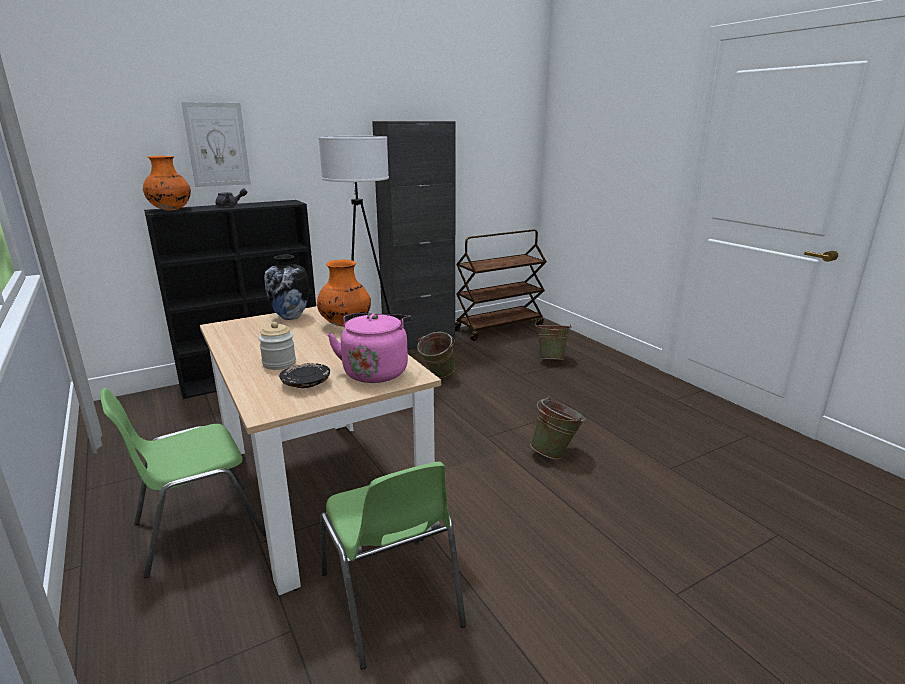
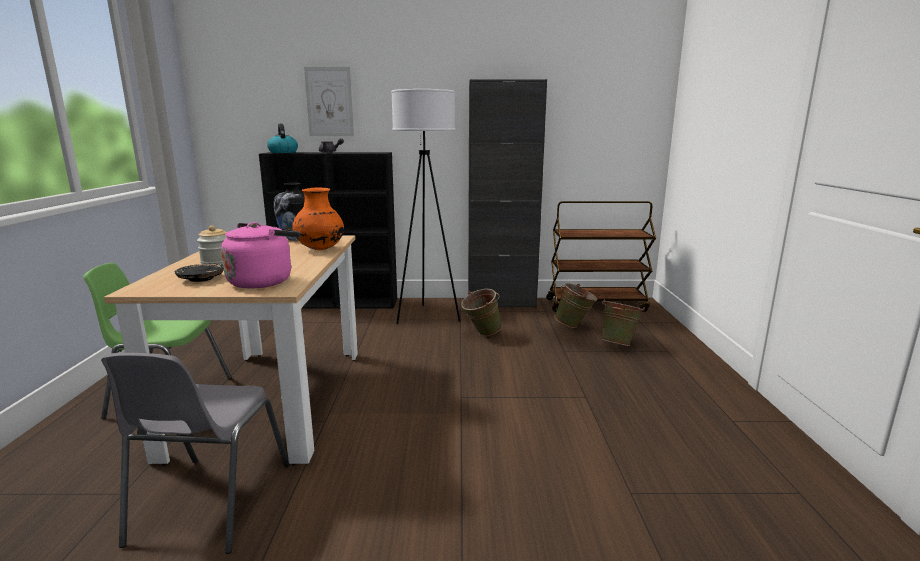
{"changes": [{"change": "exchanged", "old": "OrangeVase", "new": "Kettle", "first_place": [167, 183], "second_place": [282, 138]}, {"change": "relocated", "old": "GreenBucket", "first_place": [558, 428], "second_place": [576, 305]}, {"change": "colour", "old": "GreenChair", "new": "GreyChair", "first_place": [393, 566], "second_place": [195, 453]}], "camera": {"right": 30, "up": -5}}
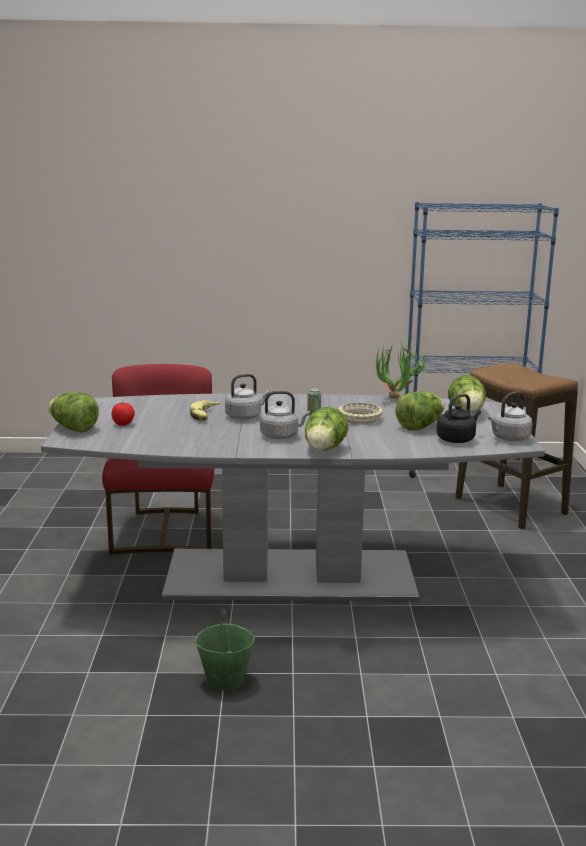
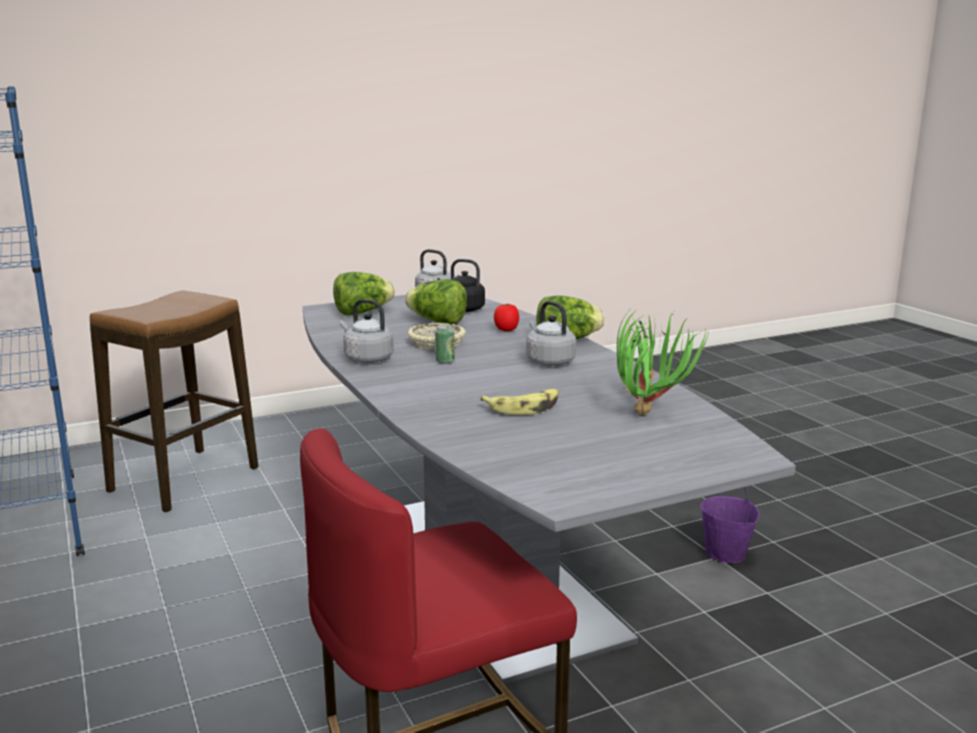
{"changes": [{"change": "relocated", "old": "PottedPlant", "first_place": [401, 369], "second_place": [663, 361]}, {"change": "relocated", "old": "GreyKettle", "first_place": [247, 397], "second_place": [367, 331]}, {"change": "missing", "old": "Lettuce", "first_place": [73, 412]}, {"change": "relocated", "old": "Tomato", "first_place": [123, 414], "second_place": [506, 317]}, {"change": "colour", "old": "GreenBucket", "new": "PurpleBucket", "first_place": [224, 649], "second_place": [729, 525]}], "camera": {"right": -115, "up": 0}}
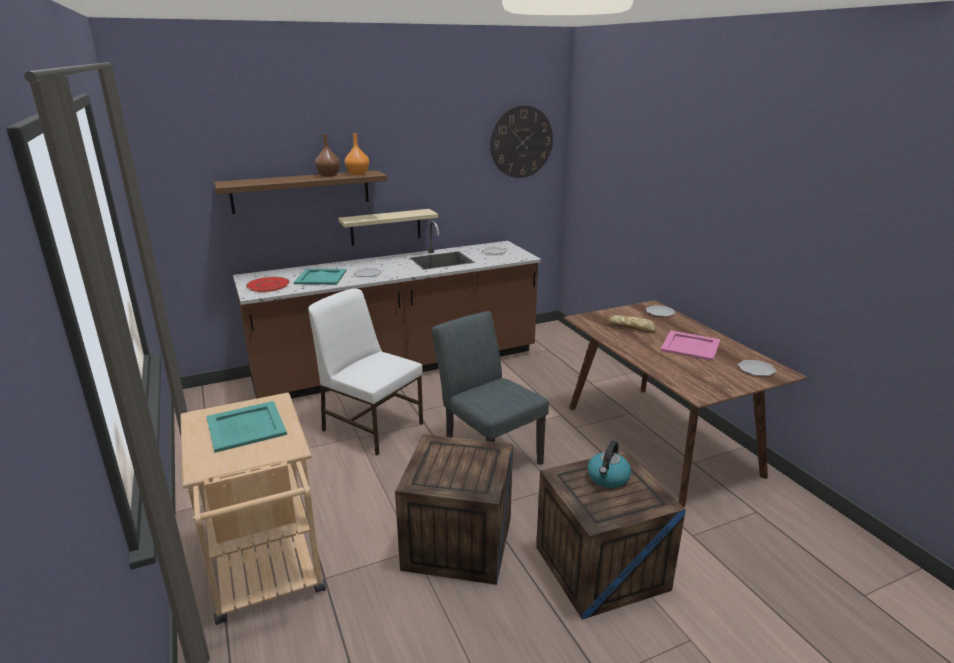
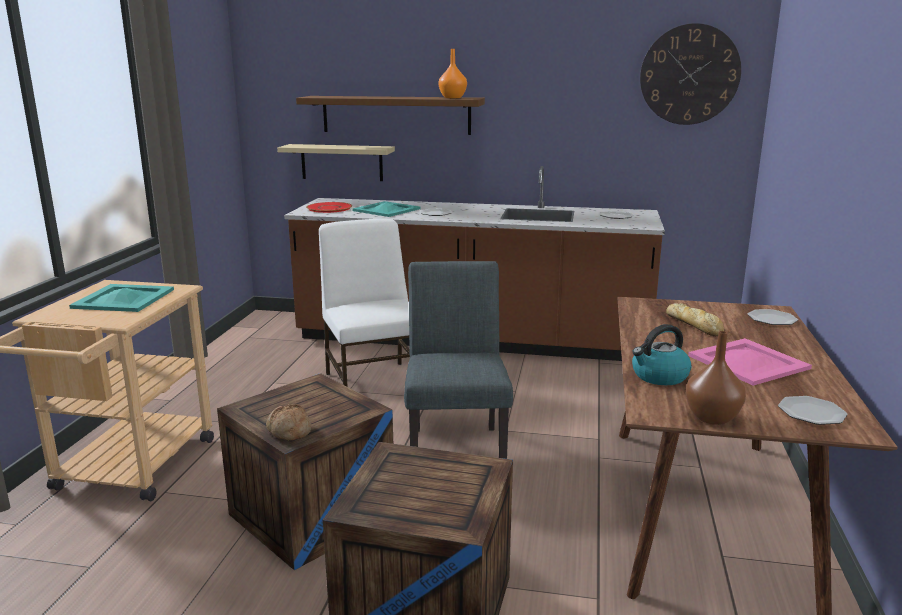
{"changes": [{"change": "relocated", "old": "BrownVase", "first_place": [327, 155], "second_place": [716, 378]}, {"change": "relocated", "old": "BeigeShelf", "first_place": [388, 227], "second_place": [336, 162]}, {"change": "relocated", "old": "Kettle", "first_place": [609, 464], "second_place": [662, 354]}, {"change": "appeared", "new": "Bread", "second_place": [288, 422]}], "camera": {"right": 35, "up": -5}}
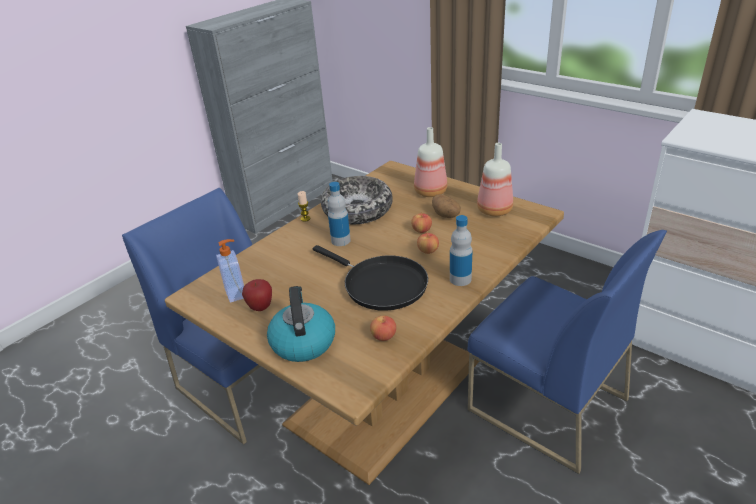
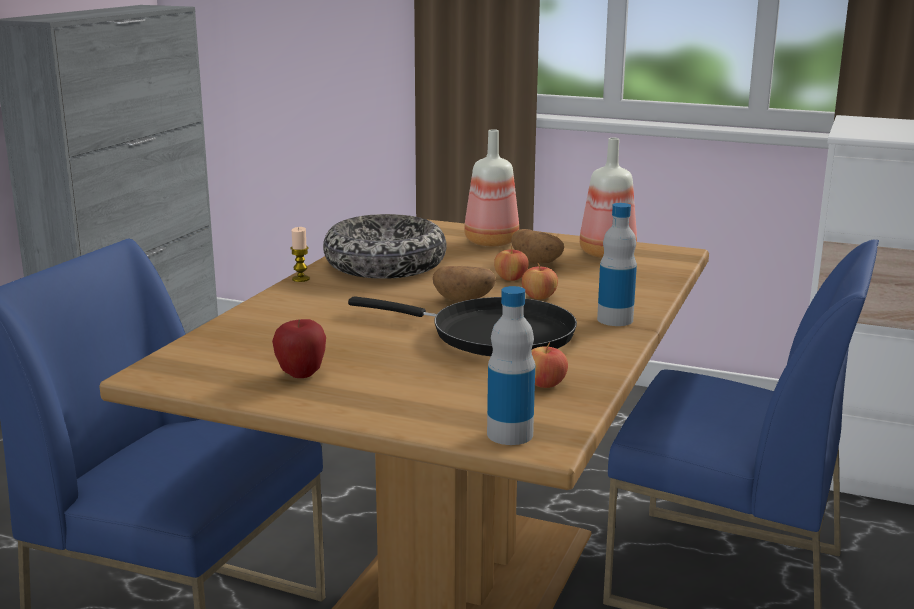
{"changes": [{"change": "relocated", "old": "Bottle", "first_place": [339, 214], "second_place": [511, 365]}, {"change": "missing", "old": "SoapDispenser", "first_place": [230, 271]}, {"change": "missing", "old": "Kettle", "first_place": [301, 324]}, {"change": "appeared", "new": "Potato", "second_place": [464, 284]}], "camera": {"right": -20, "up": -15}}
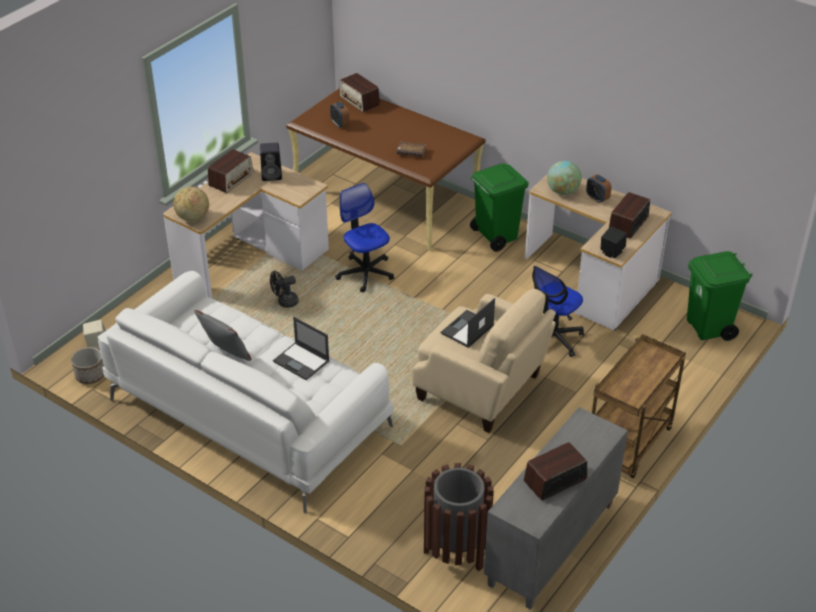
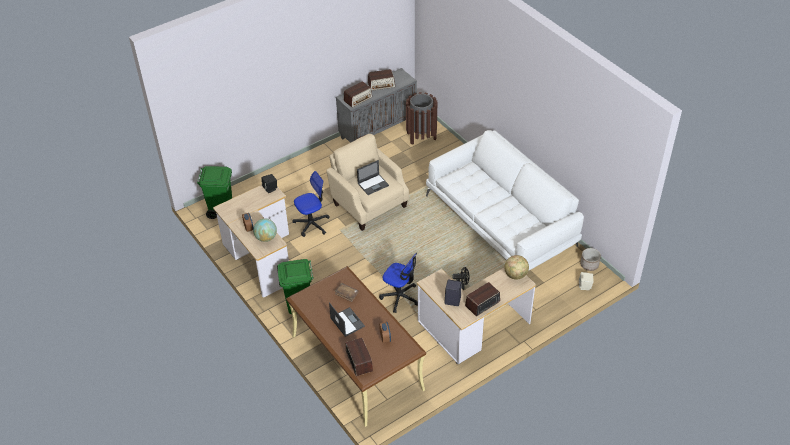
{"changes": [{"change": "spun", "old": "OfficeChair", "first_place": [364, 237], "second_place": [398, 283], "degrees": -45}, {"change": "relocated", "old": "Radio", "first_place": [629, 215], "second_place": [358, 94]}, {"change": "missing", "old": "GreyPillow", "first_place": [222, 335]}, {"change": "relocated", "old": "Laptop", "first_place": [301, 348], "second_place": [347, 319]}, {"change": "missing", "old": "BrownCart", "first_place": [639, 406]}], "camera": {"right": -160, "up": 5}}
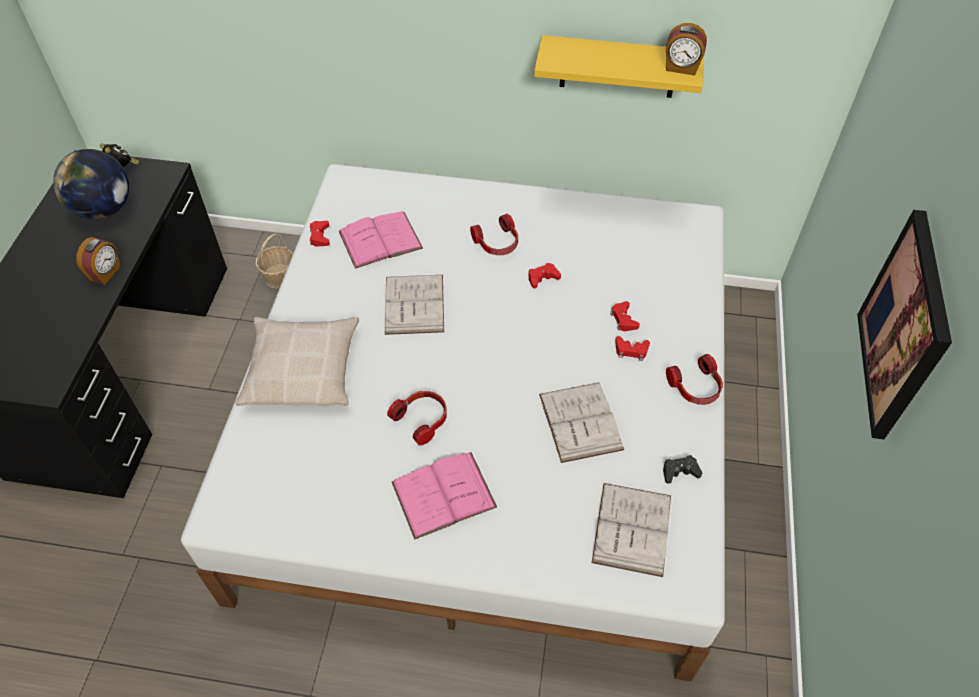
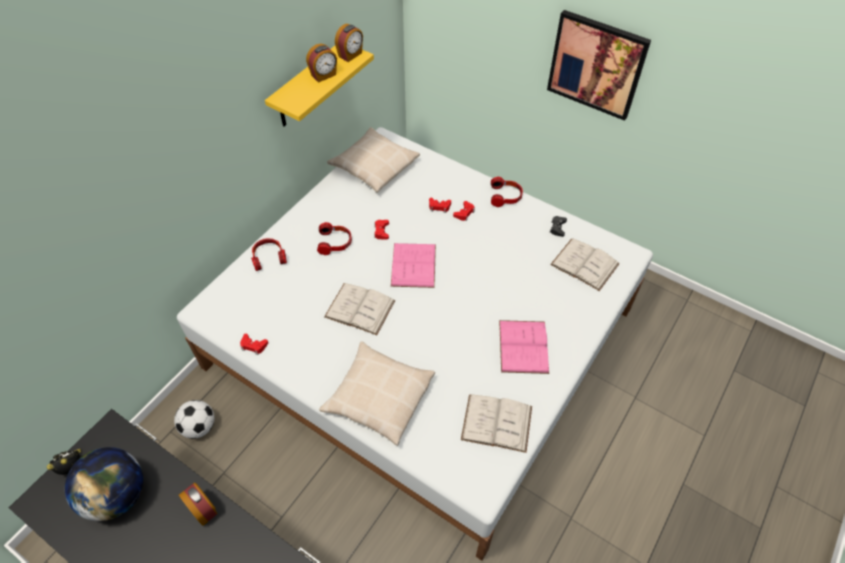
{"changes": [{"change": "relocated", "old": "PinkBook", "first_place": [381, 240], "second_place": [413, 265]}, {"change": "exchanged", "old": "Basket", "new": "Football", "first_place": [274, 261], "second_place": [194, 419]}, {"change": "relocated", "old": "WhiteBook", "first_place": [581, 423], "second_place": [496, 423]}, {"change": "relocated", "old": "Headphones", "first_place": [417, 418], "second_place": [269, 254]}, {"change": "appeared", "new": "AlarmClock", "second_place": [321, 63]}, {"change": "appeared", "new": "BeigePillow", "second_place": [373, 160]}], "camera": {"right": -65, "up": 0}}
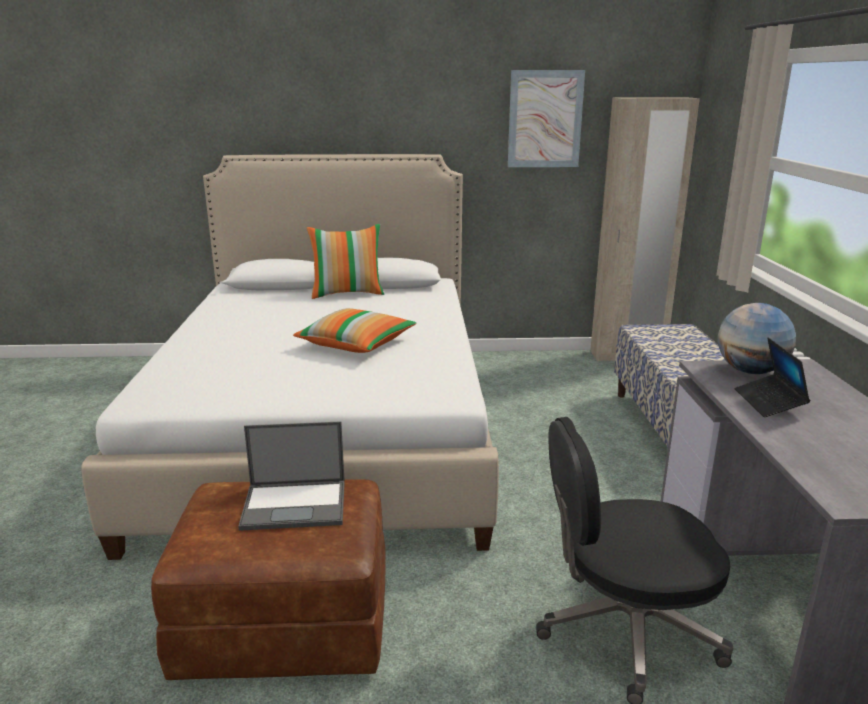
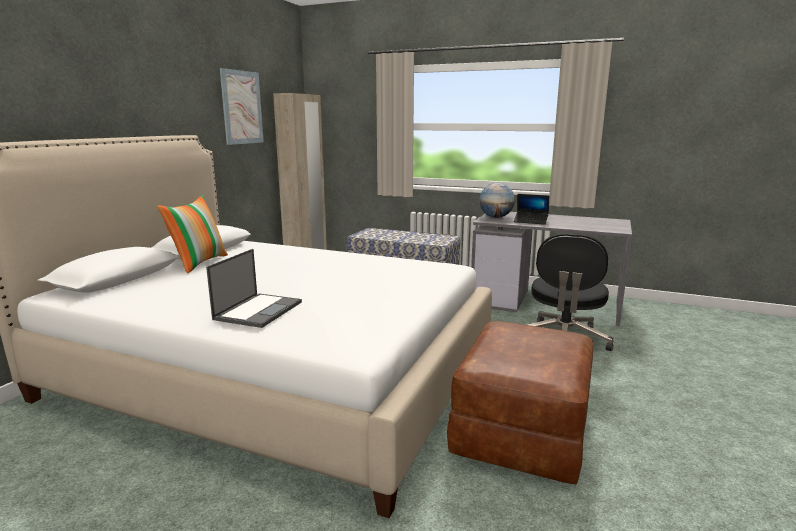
{"changes": [{"change": "missing", "old": "Pillow", "first_place": [354, 330]}, {"change": "relocated", "old": "Laptop", "first_place": [291, 476], "second_place": [254, 288]}], "camera": {"right": -65, "up": -5}}
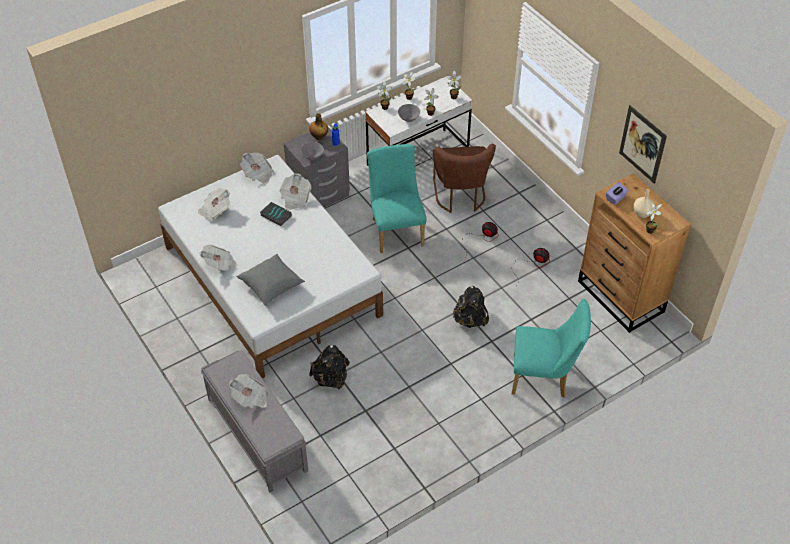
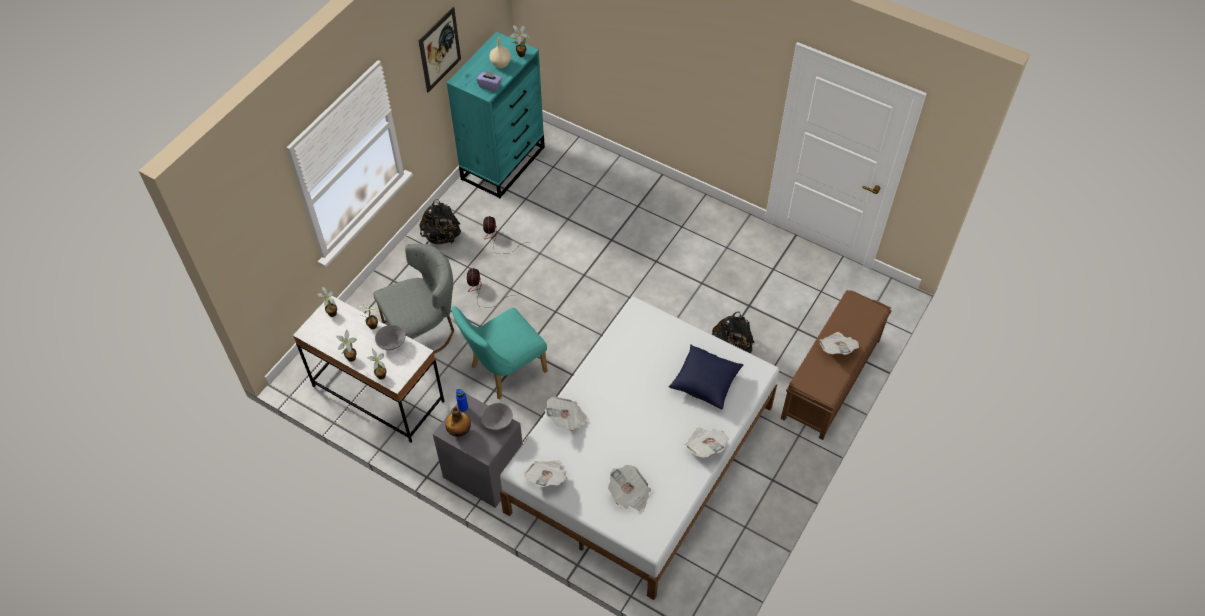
{"changes": [{"change": "colour", "old": "BrownChair", "new": "GreyChair", "first_place": [464, 178], "second_place": [413, 299]}, {"change": "colour", "old": "BrownDresser", "new": "TurquoiseDresser", "first_place": [634, 253], "second_place": [495, 115]}, {"change": "missing", "old": "Book", "first_place": [276, 214]}, {"change": "colour", "old": "GreyPillow", "new": "BluePillow", "first_place": [270, 280], "second_place": [706, 377]}, {"change": "relocated", "old": "BlackBackpack", "first_place": [471, 307], "second_place": [440, 221]}, {"change": "missing", "old": "TurquoiseChair", "first_place": [551, 348]}, {"change": "colour", "old": "GreyBench", "new": "BrownBench", "first_place": [254, 421], "second_place": [836, 365]}], "camera": {"right": -115, "up": 5}}
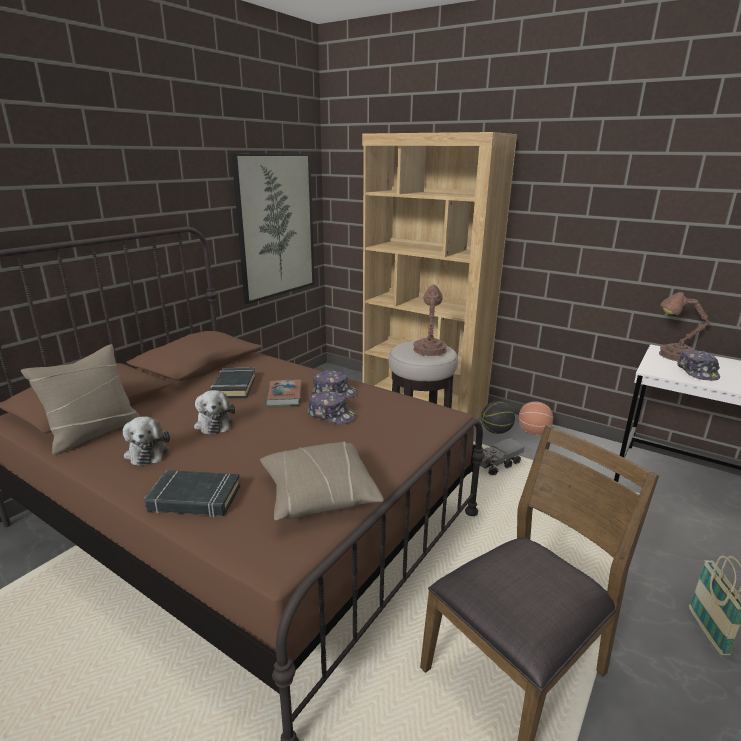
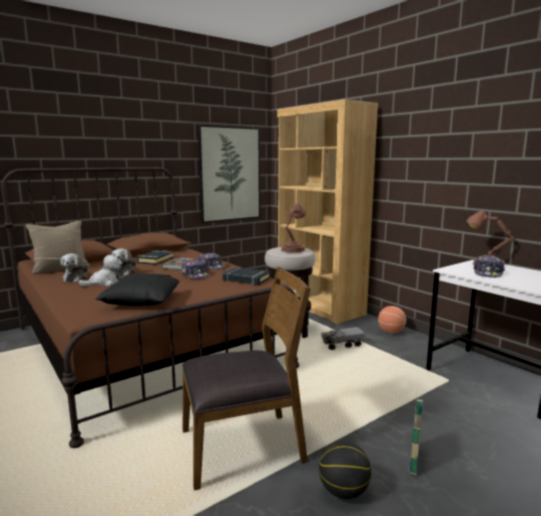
{"changes": [{"change": "relocated", "old": "Basketball", "first_place": [498, 417], "second_place": [345, 470]}, {"change": "colour", "old": "BeigePillow", "new": "BlackPillow", "first_place": [322, 480], "second_place": [137, 289]}, {"change": "relocated", "old": "BlackBook", "first_place": [192, 493], "second_place": [246, 276]}, {"change": "appeared", "new": "PlushToy", "second_place": [100, 270]}], "camera": {"right": 20, "up": -10}}
